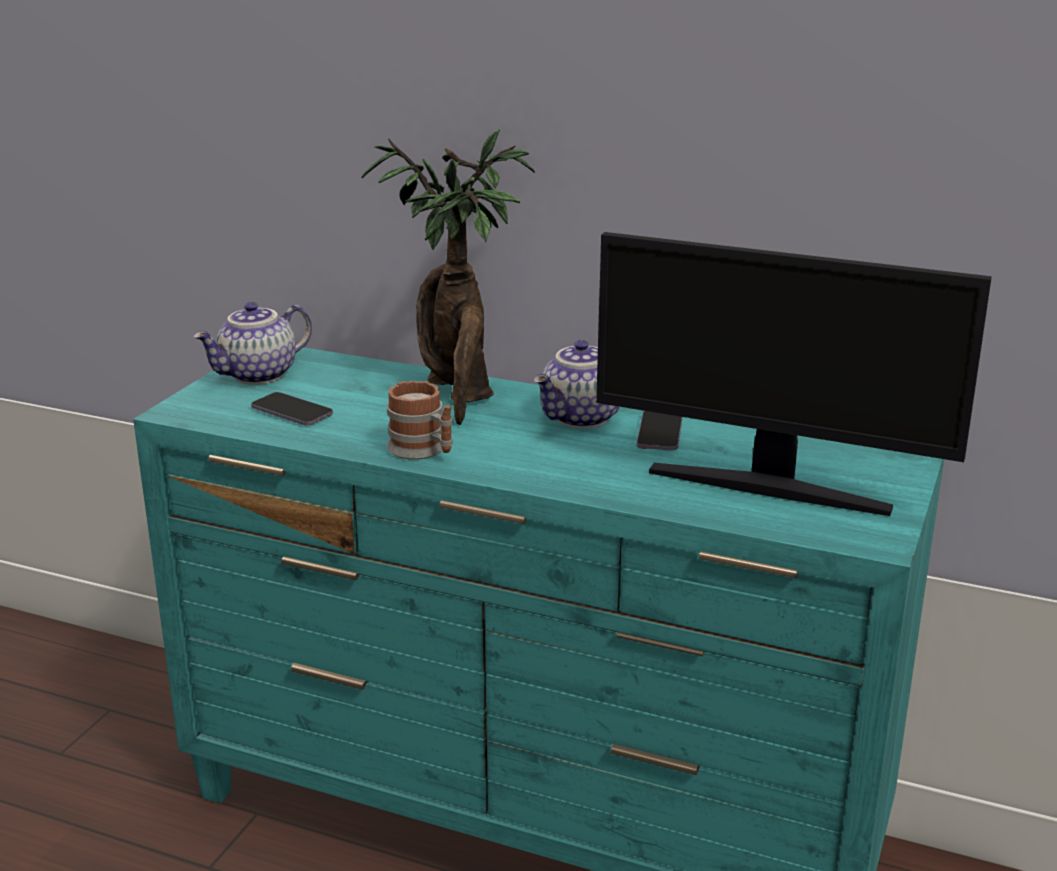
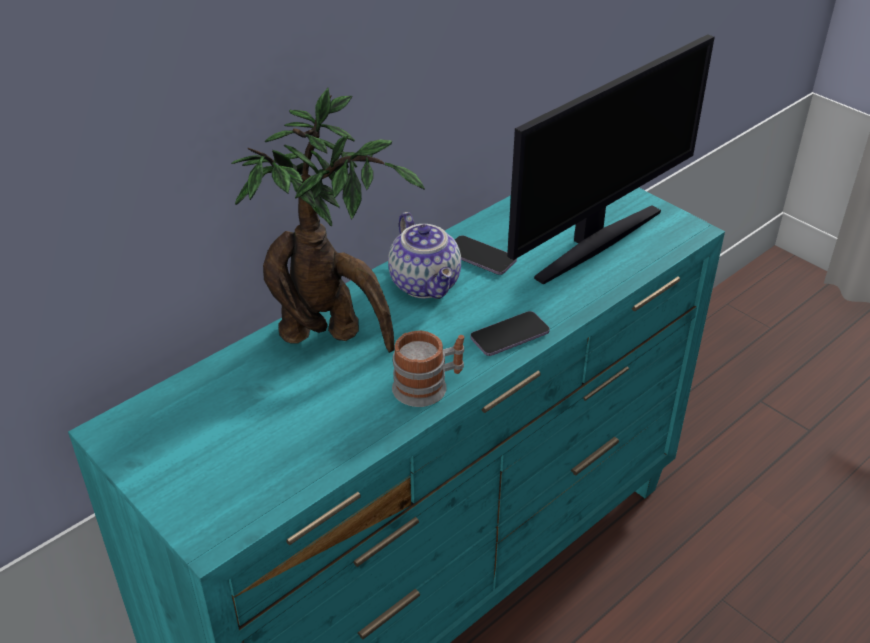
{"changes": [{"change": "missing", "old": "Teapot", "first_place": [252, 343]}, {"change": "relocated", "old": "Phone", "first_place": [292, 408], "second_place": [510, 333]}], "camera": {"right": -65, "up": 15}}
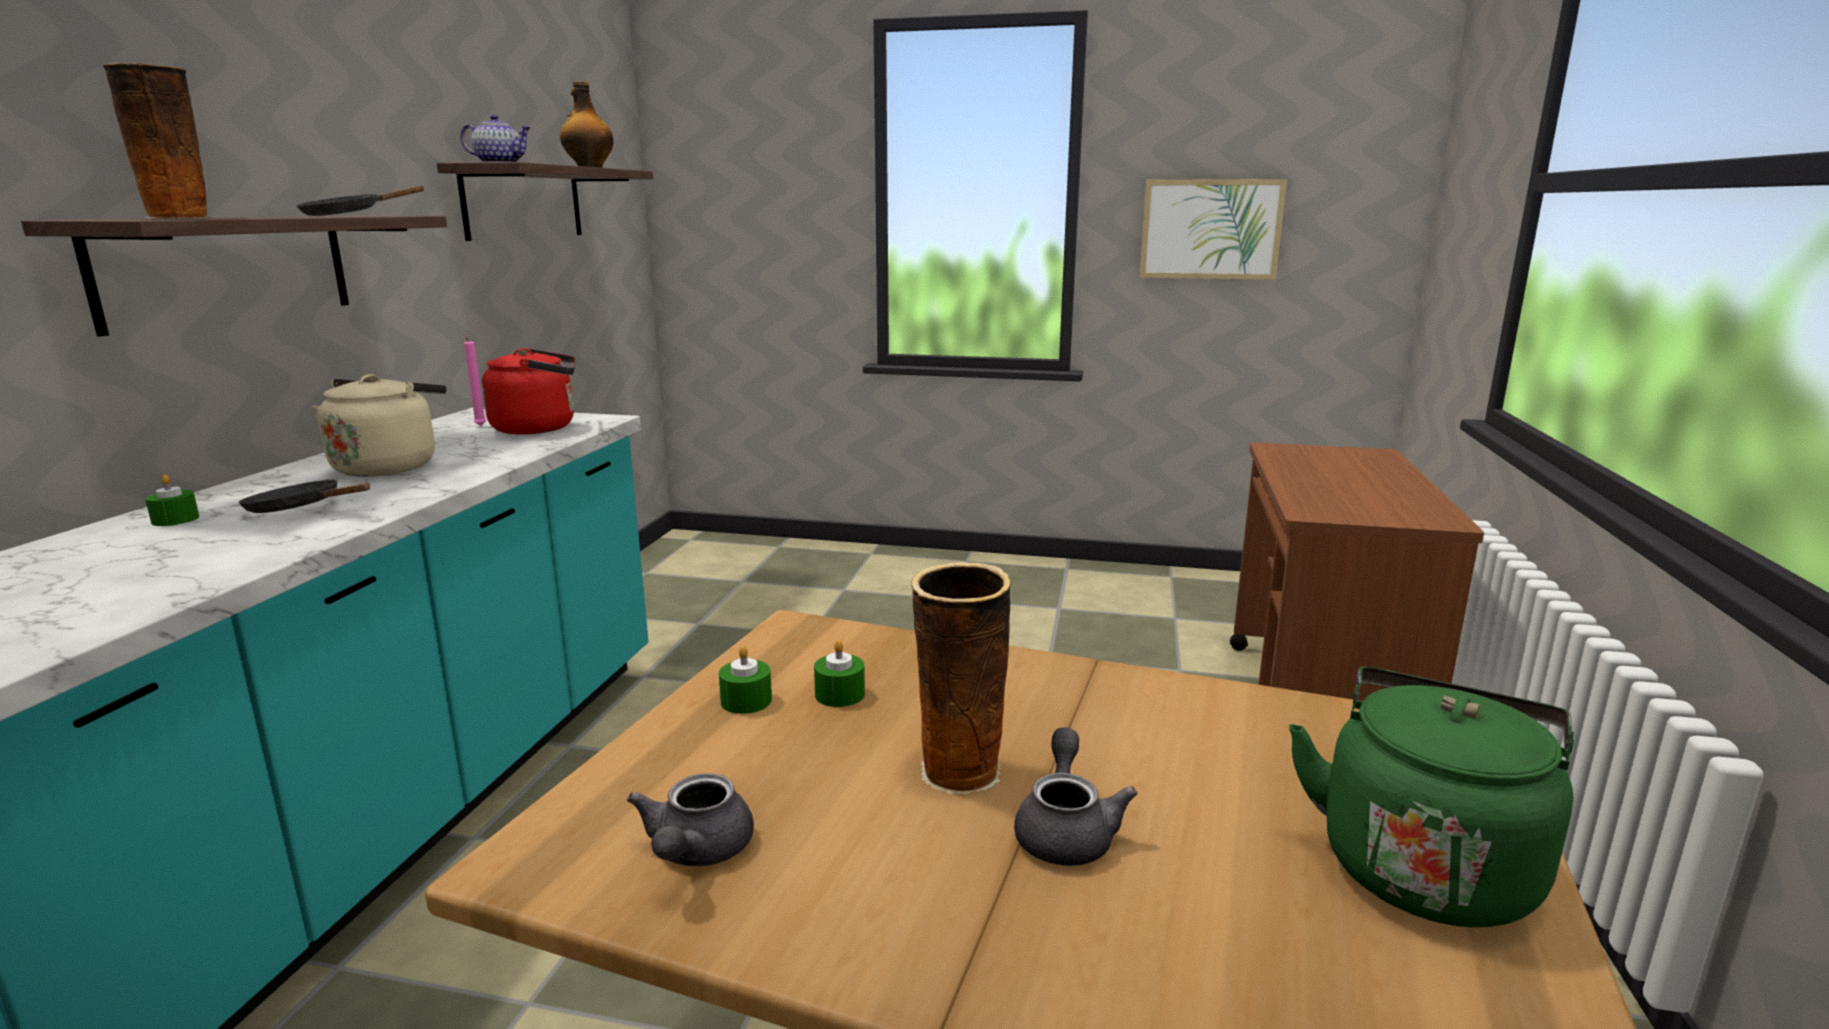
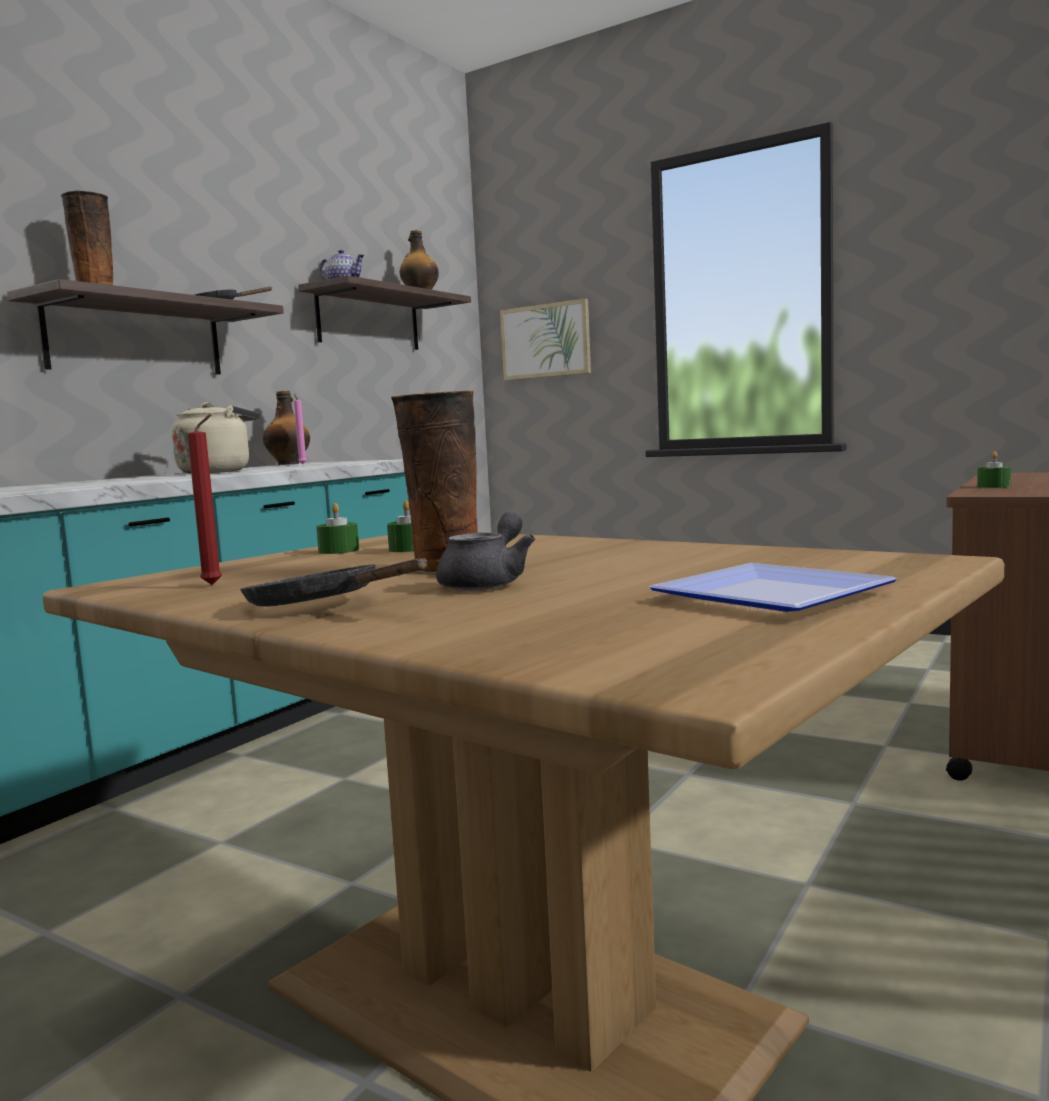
{"changes": [{"change": "relocated", "old": "Picture", "first_place": [1213, 229], "second_place": [545, 339]}, {"change": "missing", "old": "RedKettle", "first_place": [528, 391]}, {"change": "relocated", "old": "GreenCandle", "first_place": [172, 500], "second_place": [994, 469]}, {"change": "relocated", "old": "BlackFryingPan", "first_place": [304, 496], "second_place": [334, 582]}, {"change": "exchanged", "old": "GreenKettle", "new": "Plate", "first_place": [1431, 796], "second_place": [773, 587]}, {"change": "exchanged", "old": "GreyTeapot", "new": "RedCandle", "first_place": [690, 819], "second_place": [204, 499]}, {"change": "appeared", "new": "Bottle", "second_place": [286, 427]}], "camera": {"right": 20, "up": -10}}
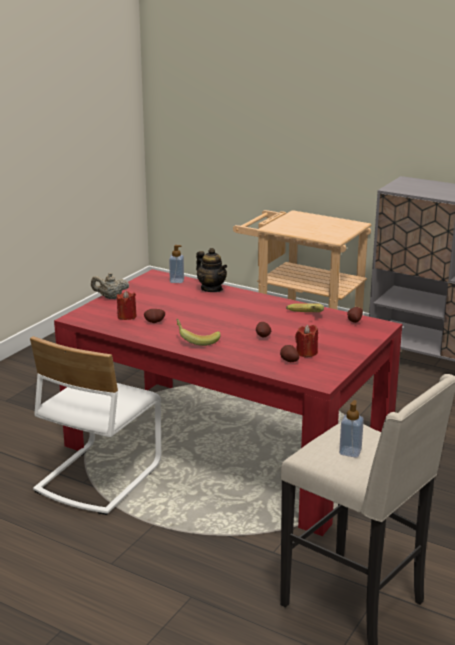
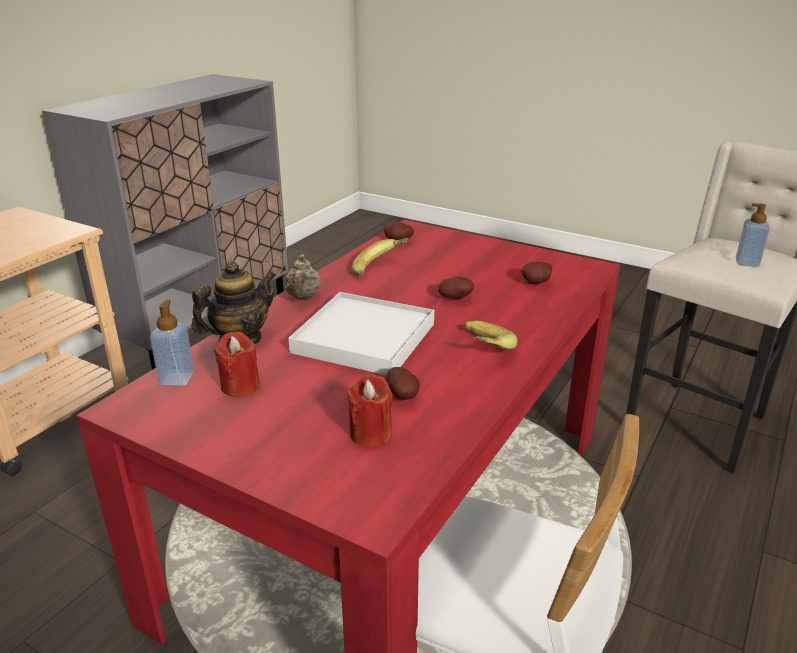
{"changes": [{"change": "relocated", "old": "BeigeTeapot", "first_place": [110, 286], "second_place": [303, 276]}, {"change": "relocated", "old": "RedCandle", "first_place": [306, 341], "second_place": [237, 364]}, {"change": "appeared", "new": "WhiteTray", "second_place": [361, 333]}], "camera": {"right": -90, "up": 5}}
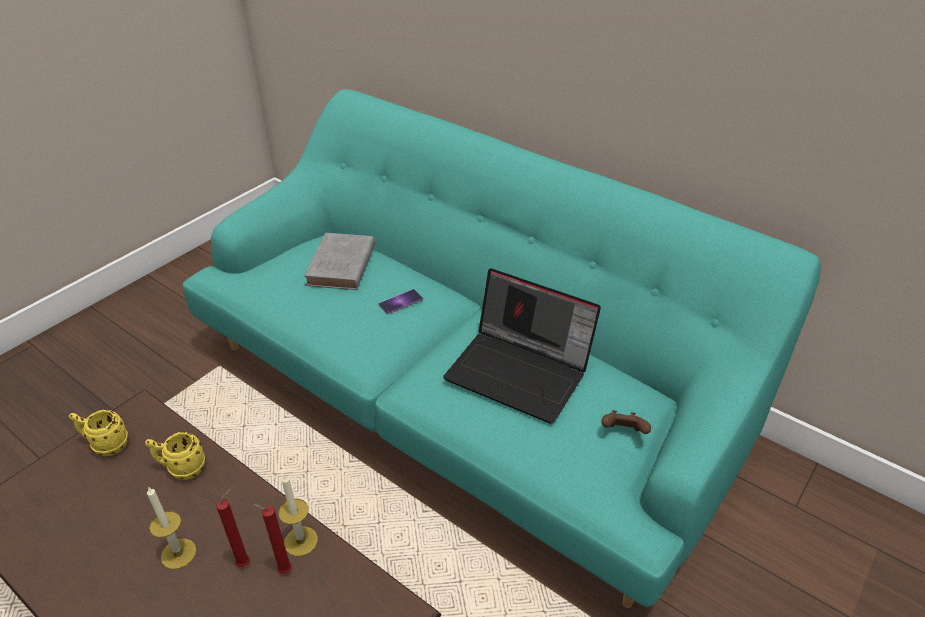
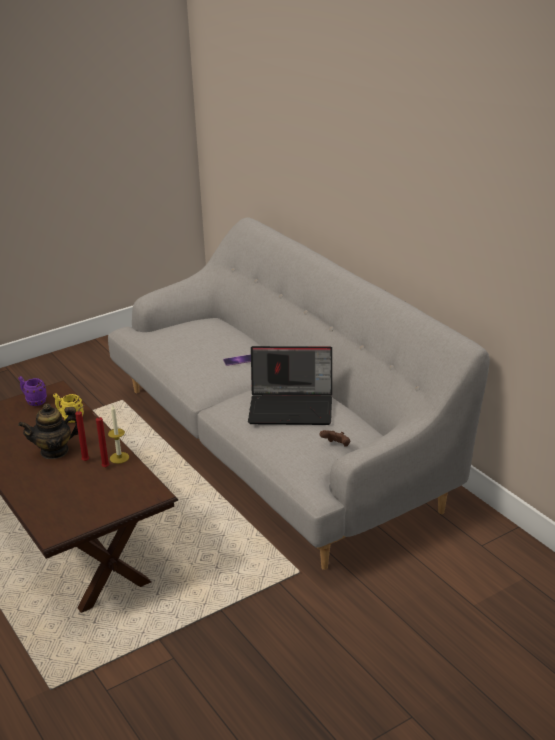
{"changes": [{"change": "colour", "old": "TurquoiseSofa", "new": "GreySofa", "first_place": [502, 348], "second_place": [299, 394]}, {"change": "missing", "old": "GreyBook", "first_place": [339, 261]}, {"change": "spun", "old": "Laptop", "first_place": [522, 346], "second_place": [290, 385], "degrees": -45}, {"change": "colour", "old": "YellowMug", "new": "PurpleMug", "first_place": [99, 433], "second_place": [32, 391]}, {"change": "exchanged", "old": "Candle", "new": "Teapot", "first_place": [172, 527], "second_place": [48, 431]}], "camera": {"right": 20, "up": -10}}
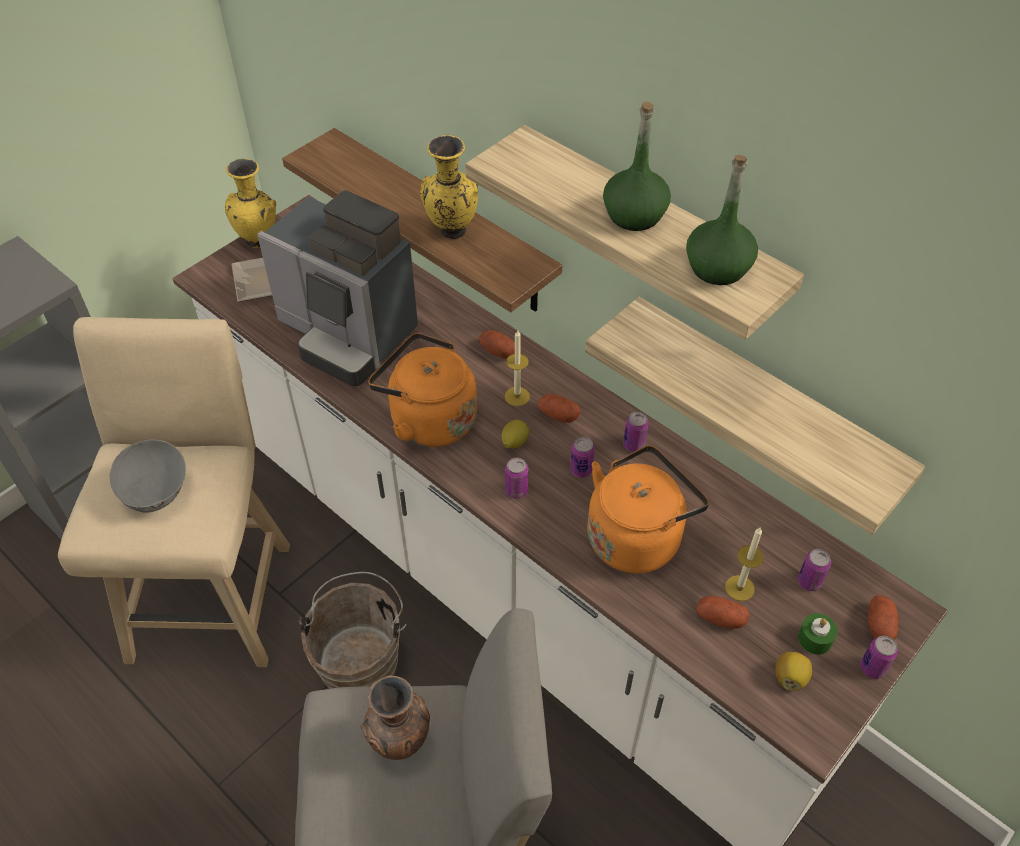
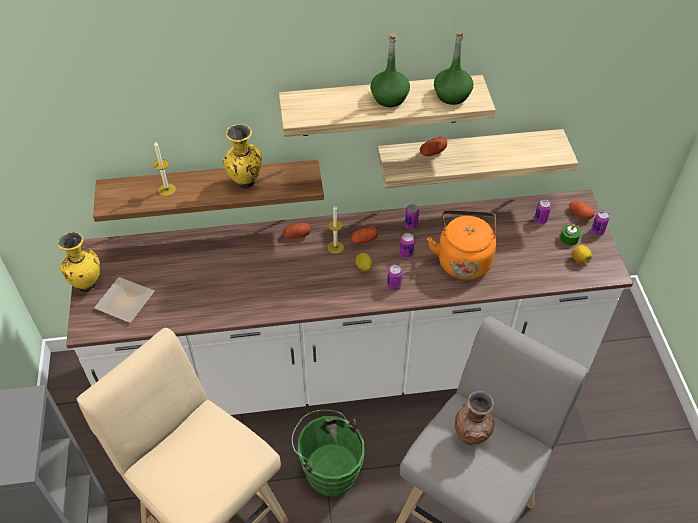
{"changes": [{"change": "missing", "old": "CoffeeMachine", "first_place": [337, 288]}, {"change": "missing", "old": "OrangeKettle", "first_place": [422, 390]}, {"change": "missing", "old": "GreyBowl", "first_place": [148, 476]}, {"change": "relocated", "old": "Candle", "first_place": [744, 564], "second_place": [164, 168]}, {"change": "colour", "old": "BrownBucket", "new": "GreenBucket", "first_place": [353, 630], "second_place": [328, 452]}, {"change": "relocated", "old": "Potato", "first_place": [723, 612], "second_place": [433, 146]}], "camera": {"right": -50, "up": 0}}
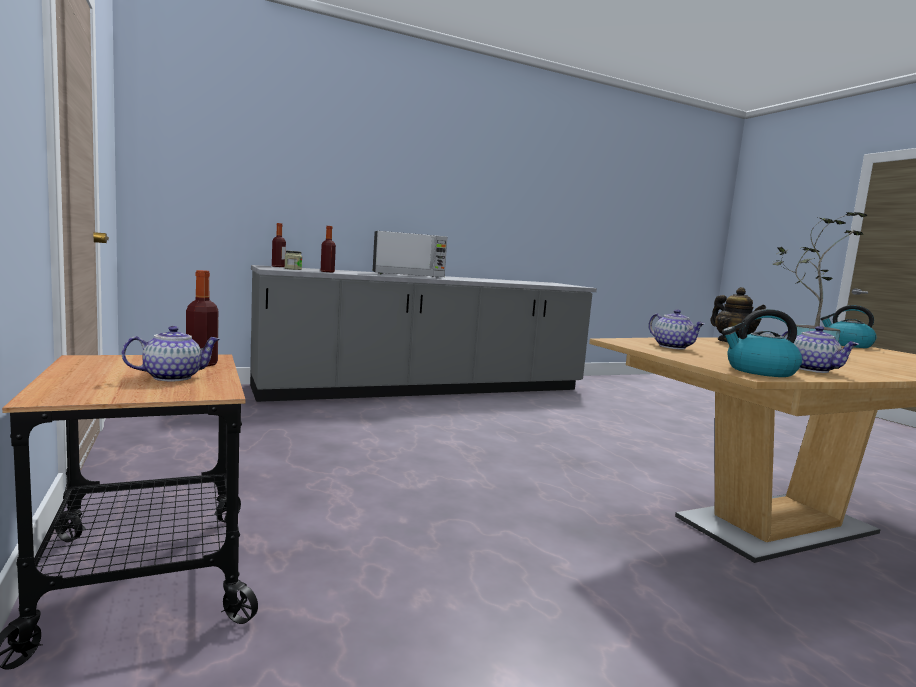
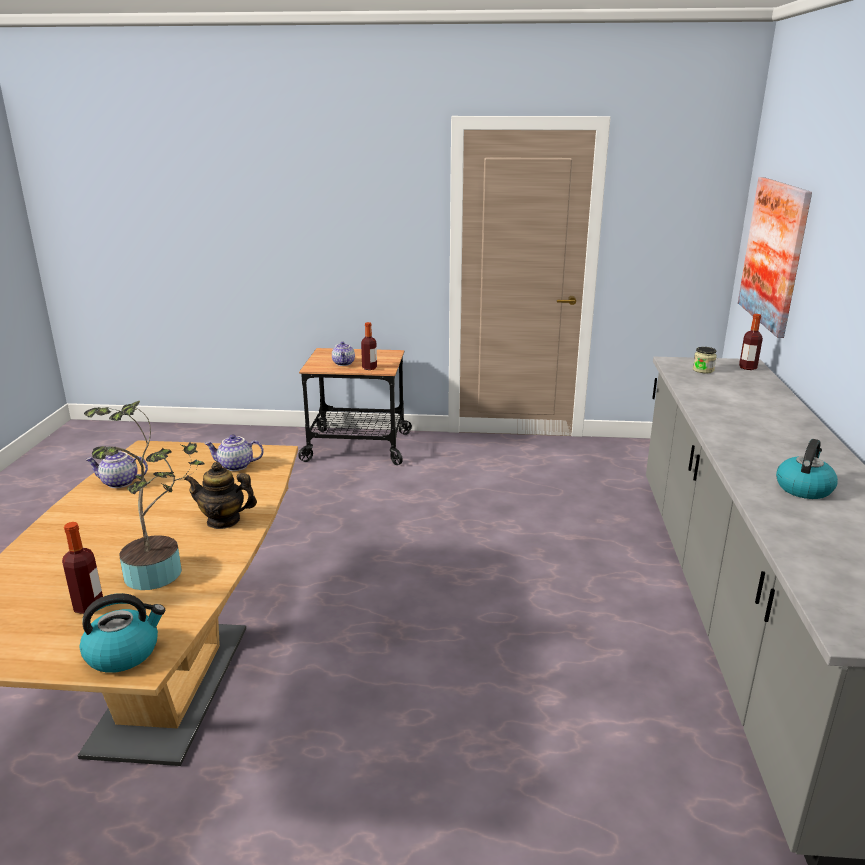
{"changes": [{"change": "relocated", "old": "Bottle", "first_place": [328, 249], "second_place": [82, 568]}, {"change": "missing", "old": "Microwave", "first_place": [410, 254]}, {"change": "relocated", "old": "Kettle", "first_place": [762, 343], "second_place": [807, 469]}, {"change": "appeared", "new": "Picture", "second_place": [775, 257]}], "camera": {"right": 120, "up": 15}}
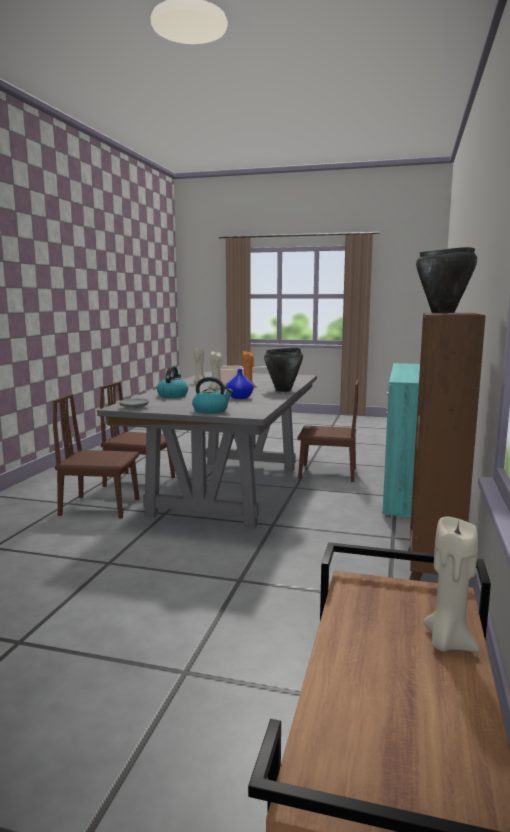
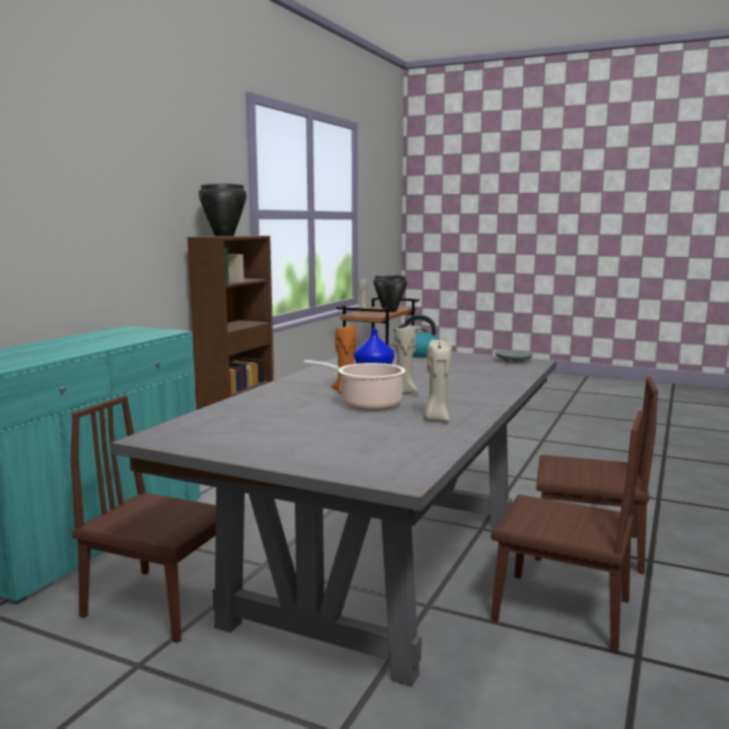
{"changes": [{"change": "relocated", "old": "BlackCookingPot", "first_place": [283, 370], "second_place": [390, 293]}, {"change": "missing", "old": "Kettle", "first_place": [172, 382]}], "camera": {"right": -170, "up": 0}}
